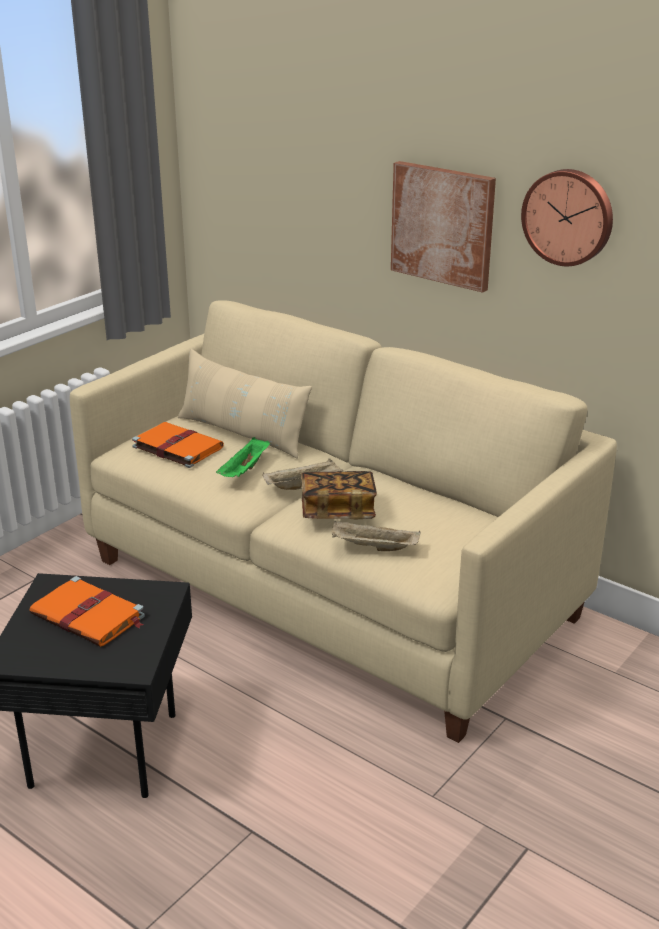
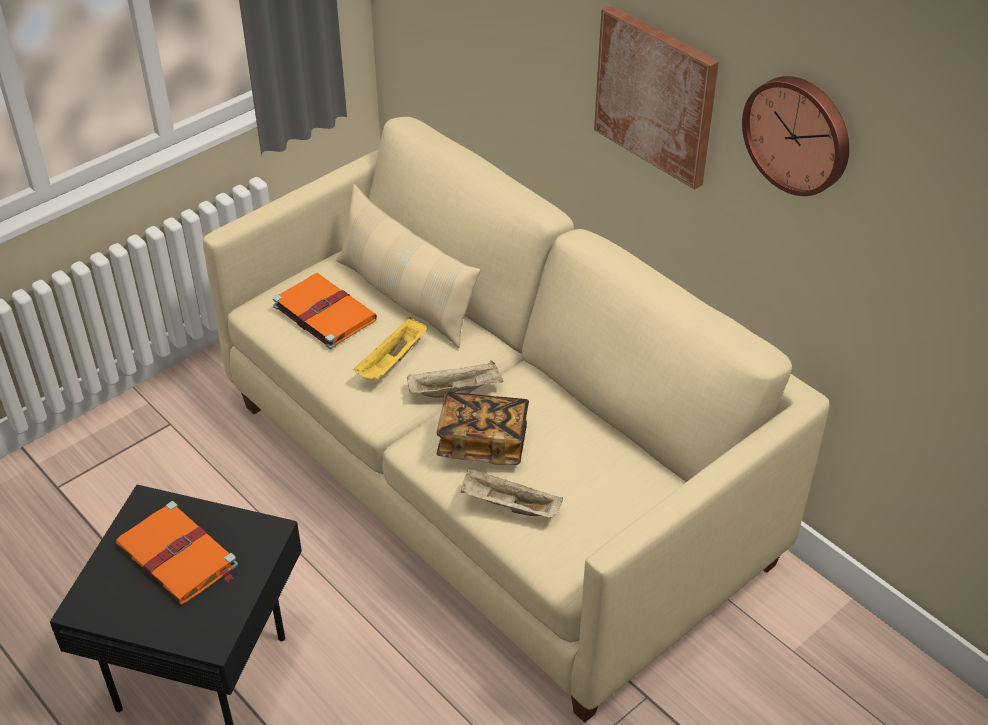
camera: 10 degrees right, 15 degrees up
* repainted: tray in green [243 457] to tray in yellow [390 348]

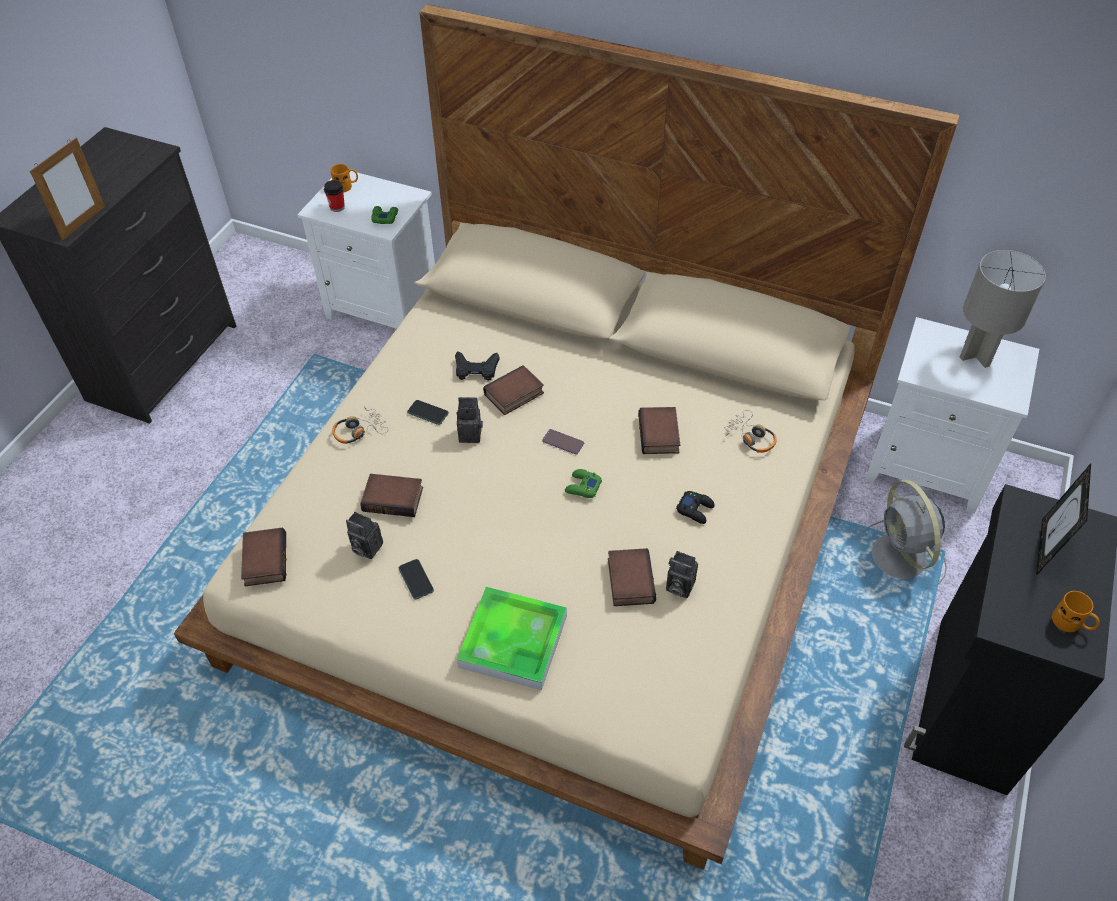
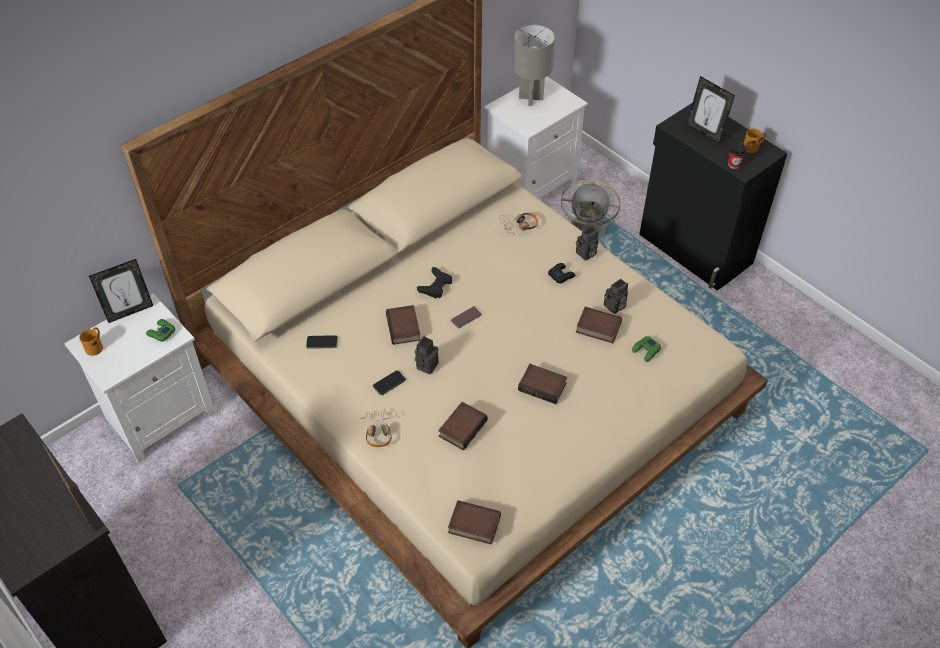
camera: 65 degrees left, 0 degrees up
* new: picture frame [121 291]
* shifted: phone [416 579] to [322 342]
* shifted: game controller in black [477 366] to [434 282]
* shifted: book [659 430] to [542 384]
* shifted: photo camera [364 535] to [587 243]
* shifted: game controller in green [583 483] to [646 349]
* shifted: cup [334 196] to [737 155]
* gone: tray [512 638]

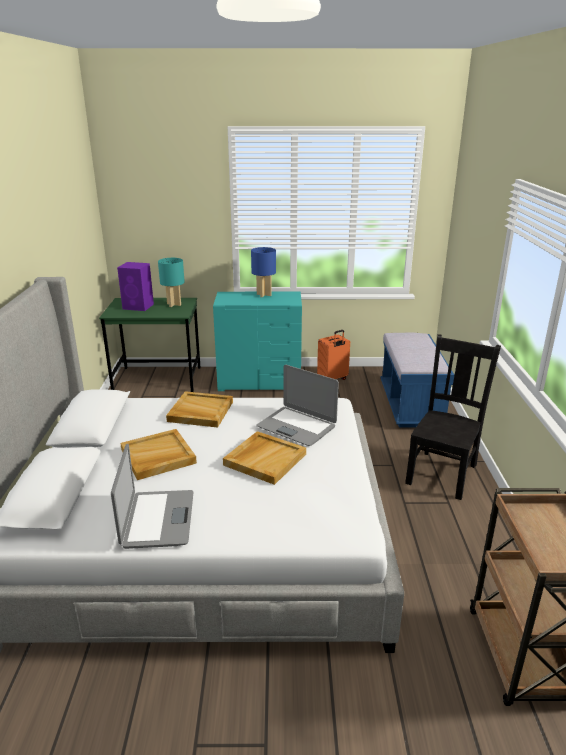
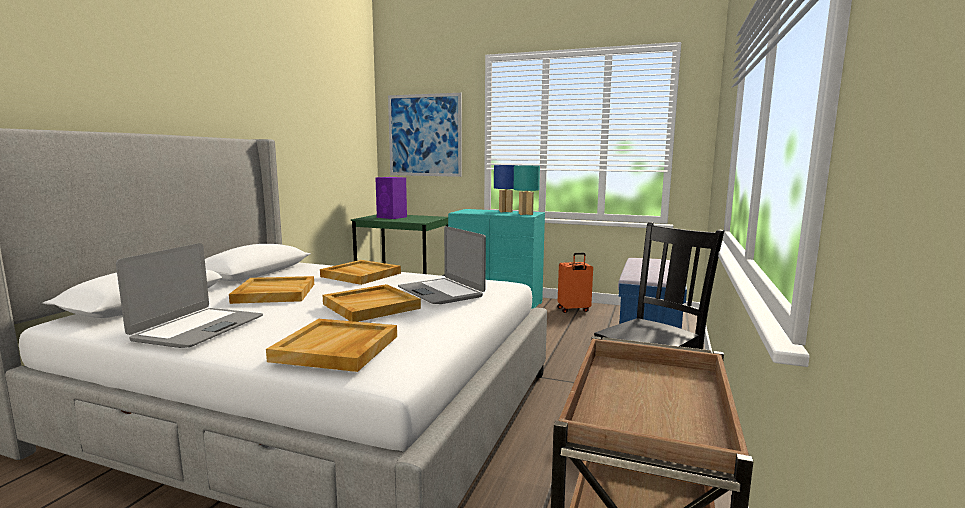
camera: 20 degrees right, 15 degrees down
* new: tray in beige [331 345]
* new: picture [425 135]
* shifted: table lamp in turquoise [171 282] to [526 190]

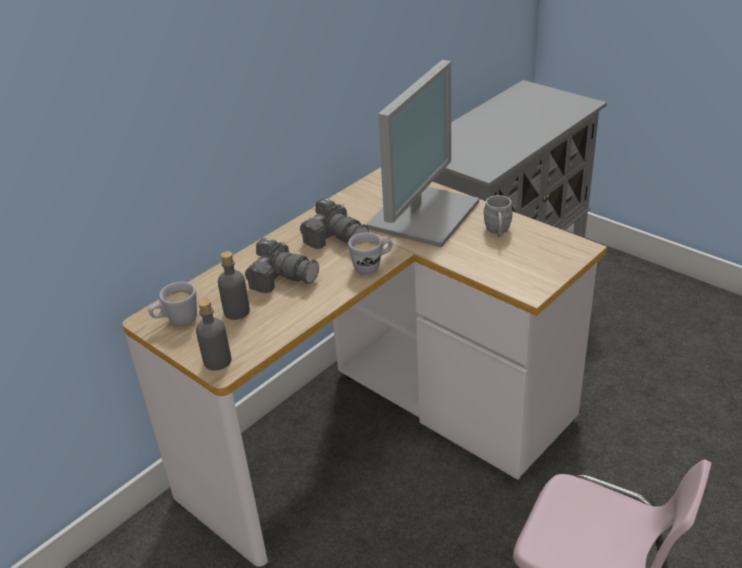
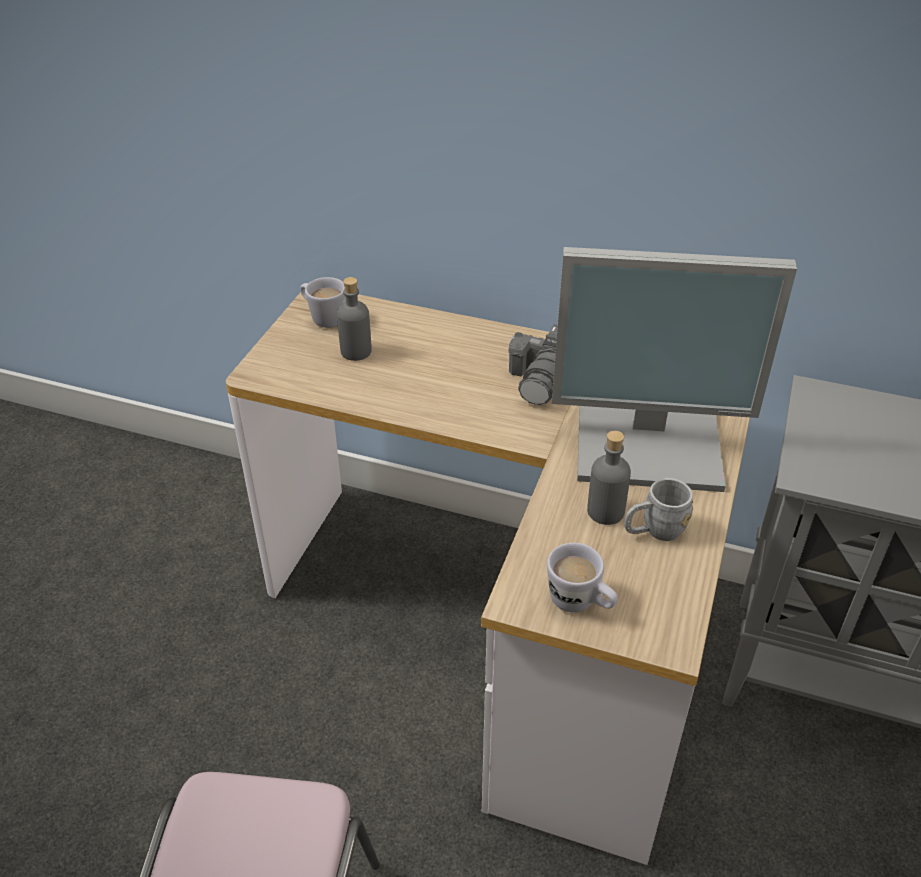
camera: 65 degrees right, 5 degrees up
* shifted: mug in white [370 253] to [582 578]
* shifted: bottle in grey [214 334] to [609 478]
* gone: photo camera [282 265]

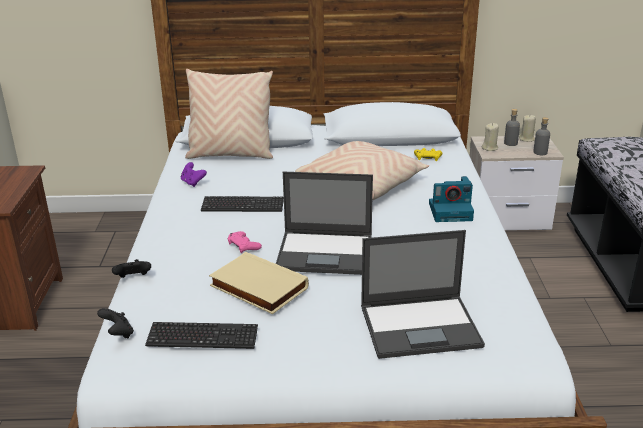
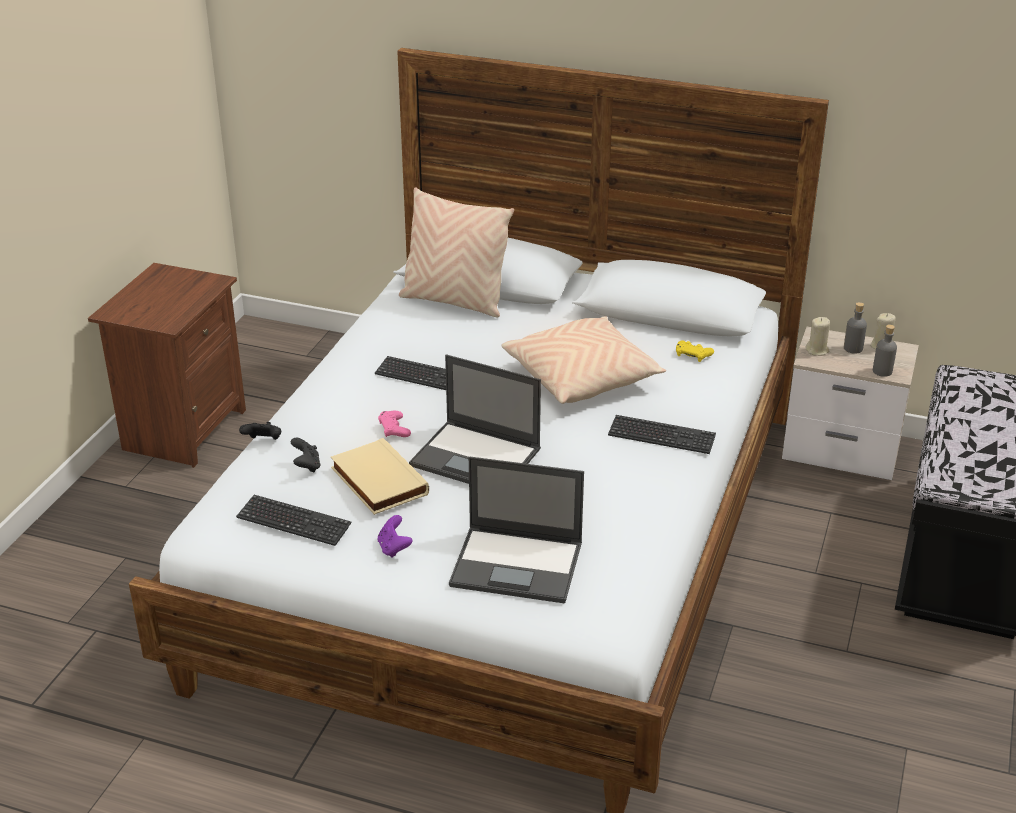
camera: 20 degrees right, 5 degrees up
* shifted: game controller in black [115 323] to [306 455]
* shifted: game controller in purple [194 174] to [394 536]
* swapped: photo camera [451 199] to keyboard [662 434]

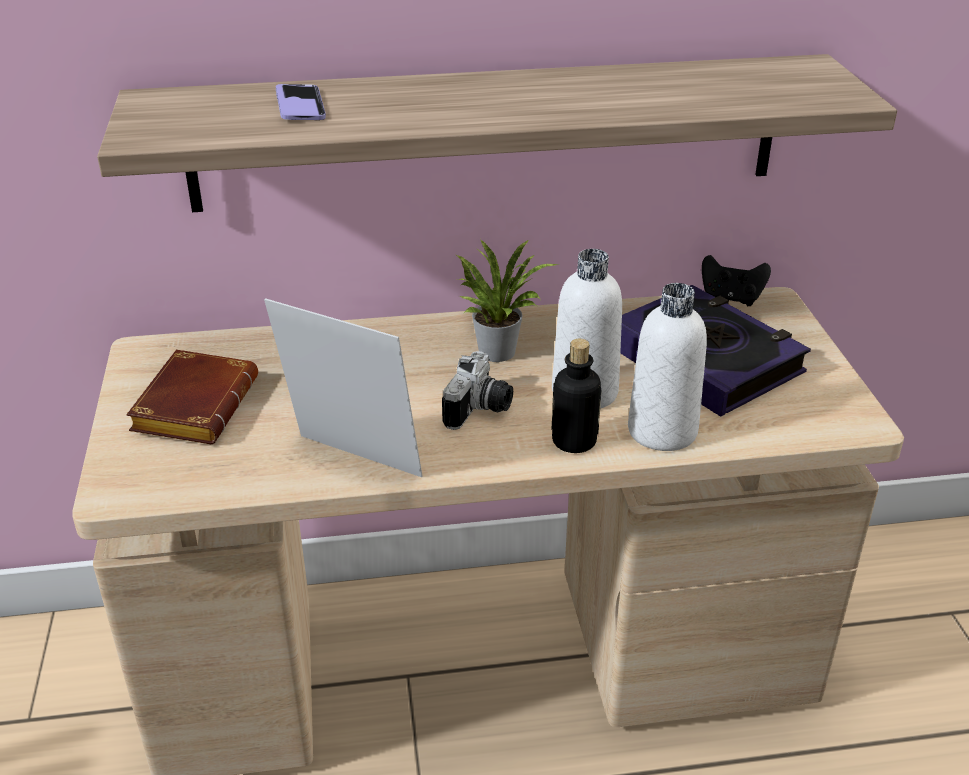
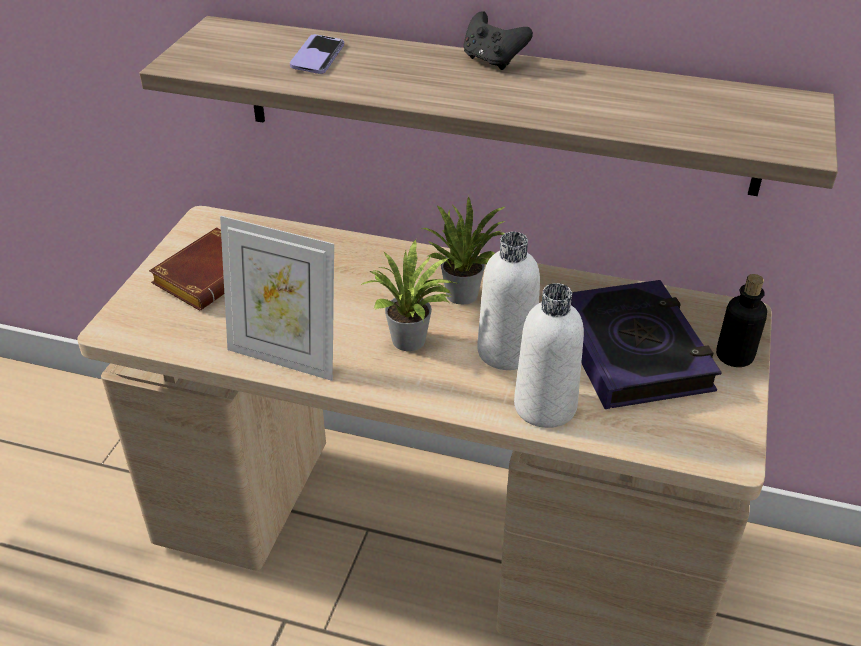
camera: 25 degrees right, 5 degrees up
* rotated: picture frame [343 387] = [277 298] 150 degrees clockwise
* swapped: photo camera [477 390] to potted plant [410 295]
* shifted: game controller in black [736 280] to [498 40]
* shifted: bottle [577 396] to [741 320]

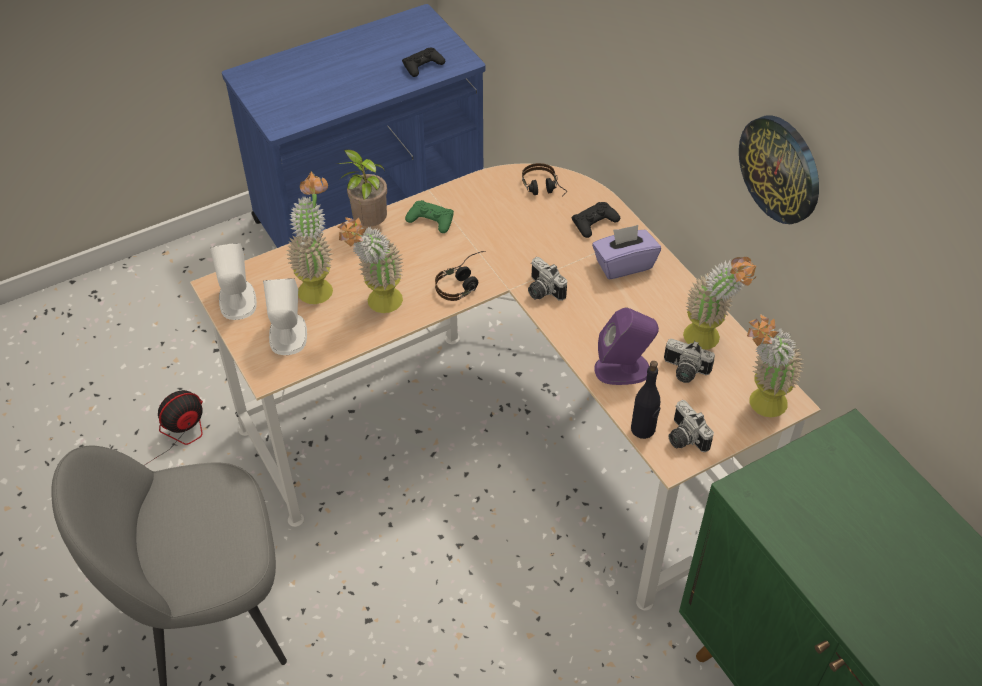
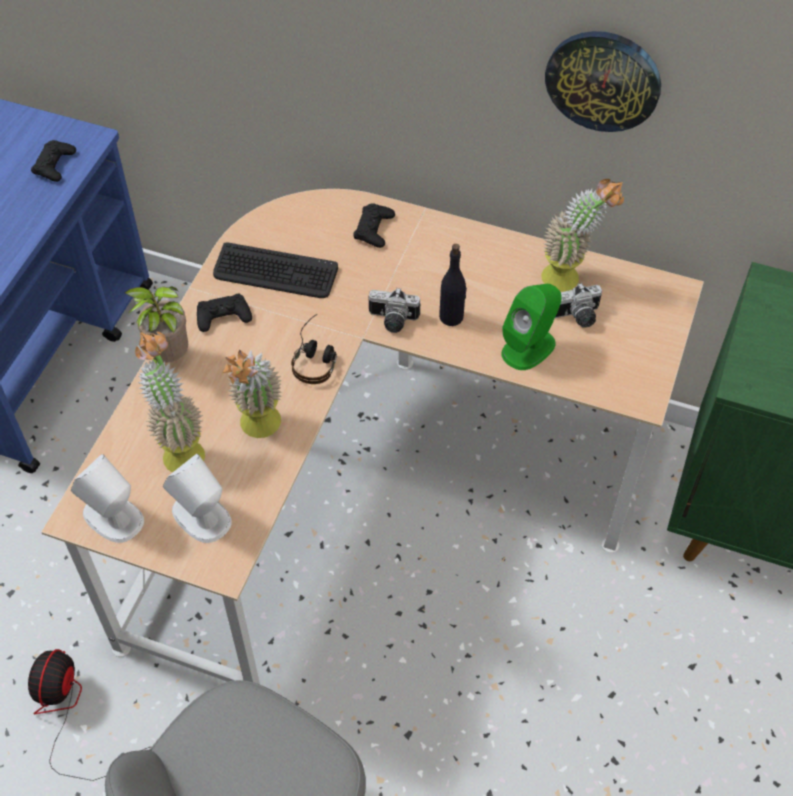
camera: 40 degrees left, 5 degrees up
* repainted: game controller in green [429 216] to game controller in black [224 313]
* new: keyboard [275 270]
* shifted: bottle in black [645 400] to [453 285]
* repainted: speaker in purple [626 346] to speaker in green [531 327]
* gone: headphones [544 180]
* gone: tissue box in purple [626 252]
* gone: photo camera [691 426]
* gone: potted plant [775 366]

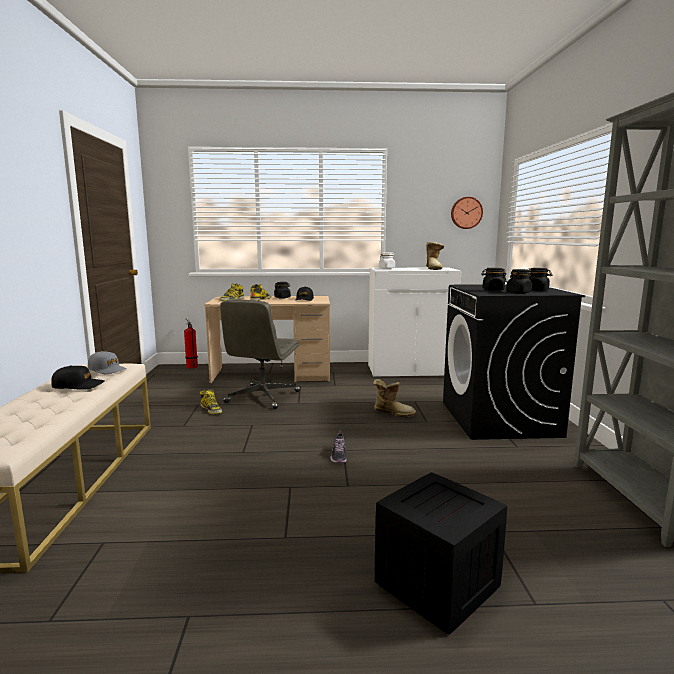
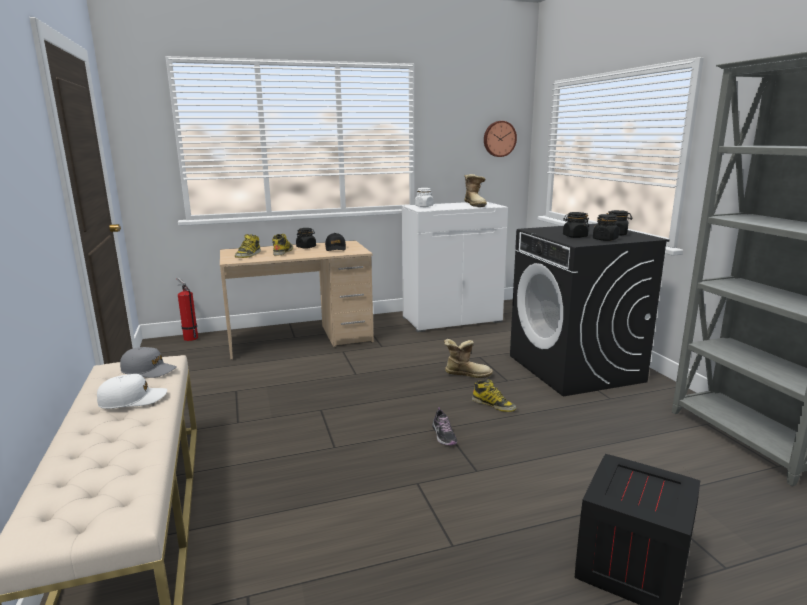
camera: 15 degrees left, 5 degrees up
* repainted: cap in black [78 378] to cap in white [132 391]
* shifted: boot [211 401] to [494 395]
* gone: office chair in grey [260 354]

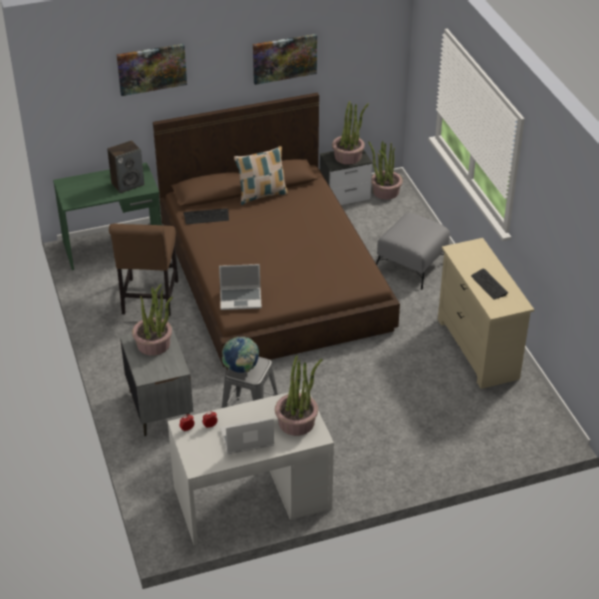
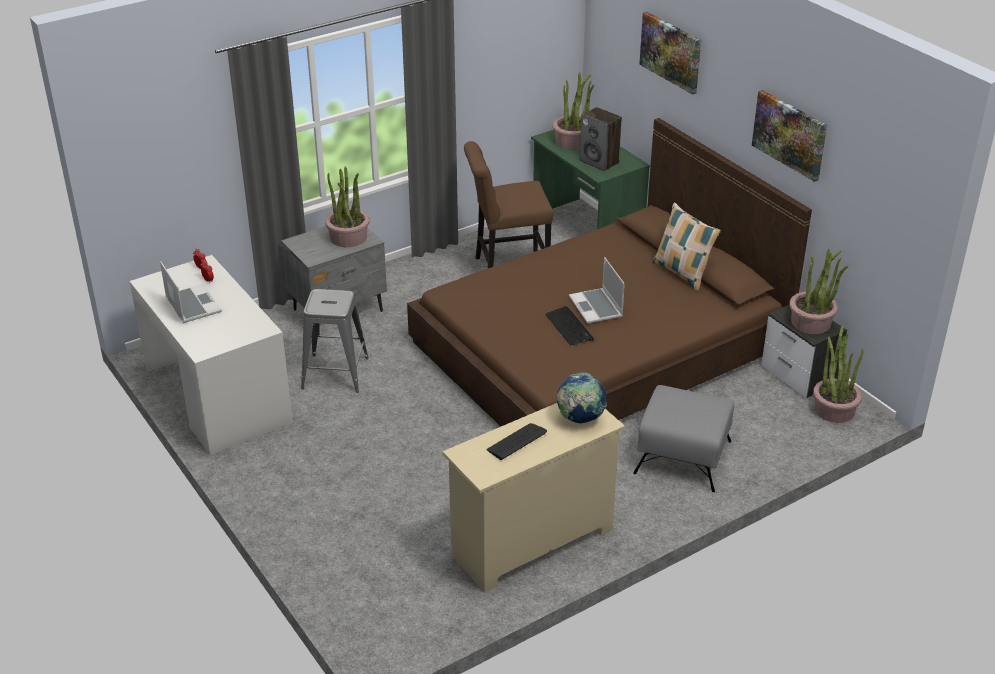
camera: 75 degrees right, 5 degrees down
* shifted: keyboard [206 216] to [569 326]
* shifted: potted plant [299 395] to [573 111]
* shifted: globe [240 355] to [582 398]
* shifted: laptop [240 287] to [597 290]

